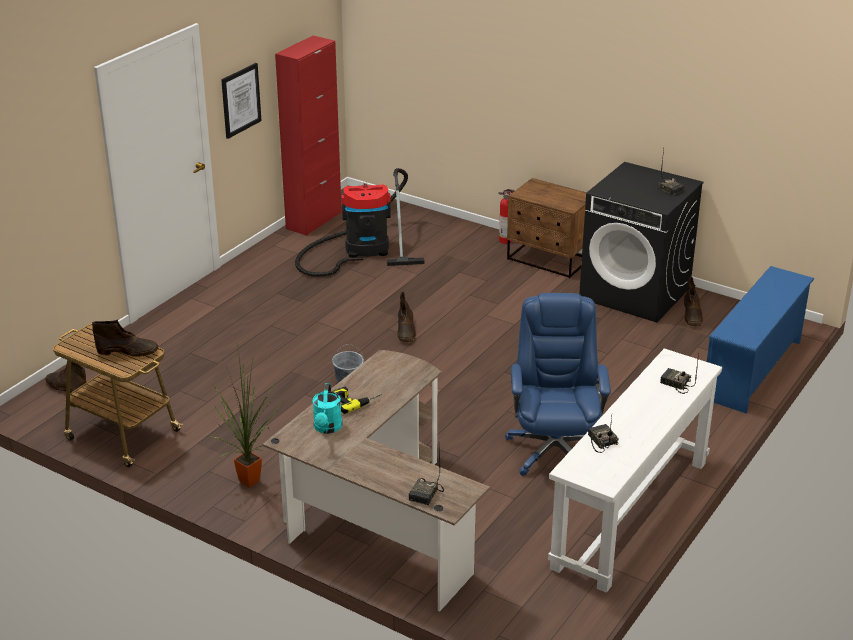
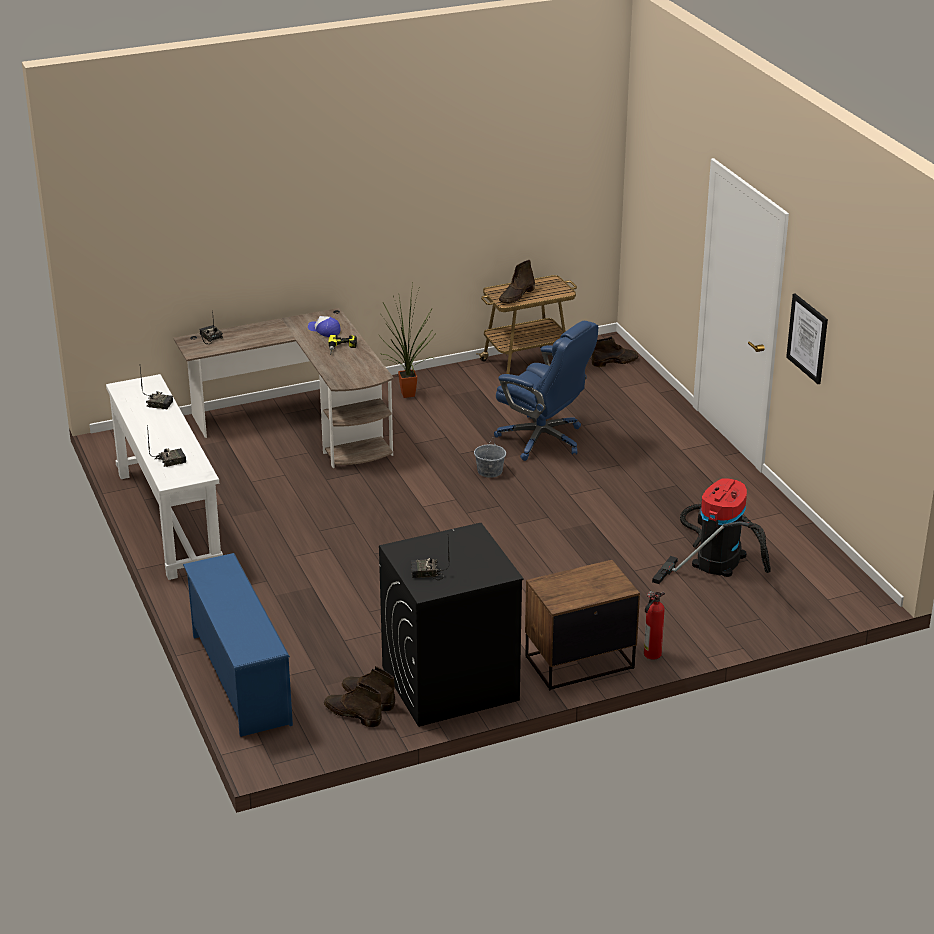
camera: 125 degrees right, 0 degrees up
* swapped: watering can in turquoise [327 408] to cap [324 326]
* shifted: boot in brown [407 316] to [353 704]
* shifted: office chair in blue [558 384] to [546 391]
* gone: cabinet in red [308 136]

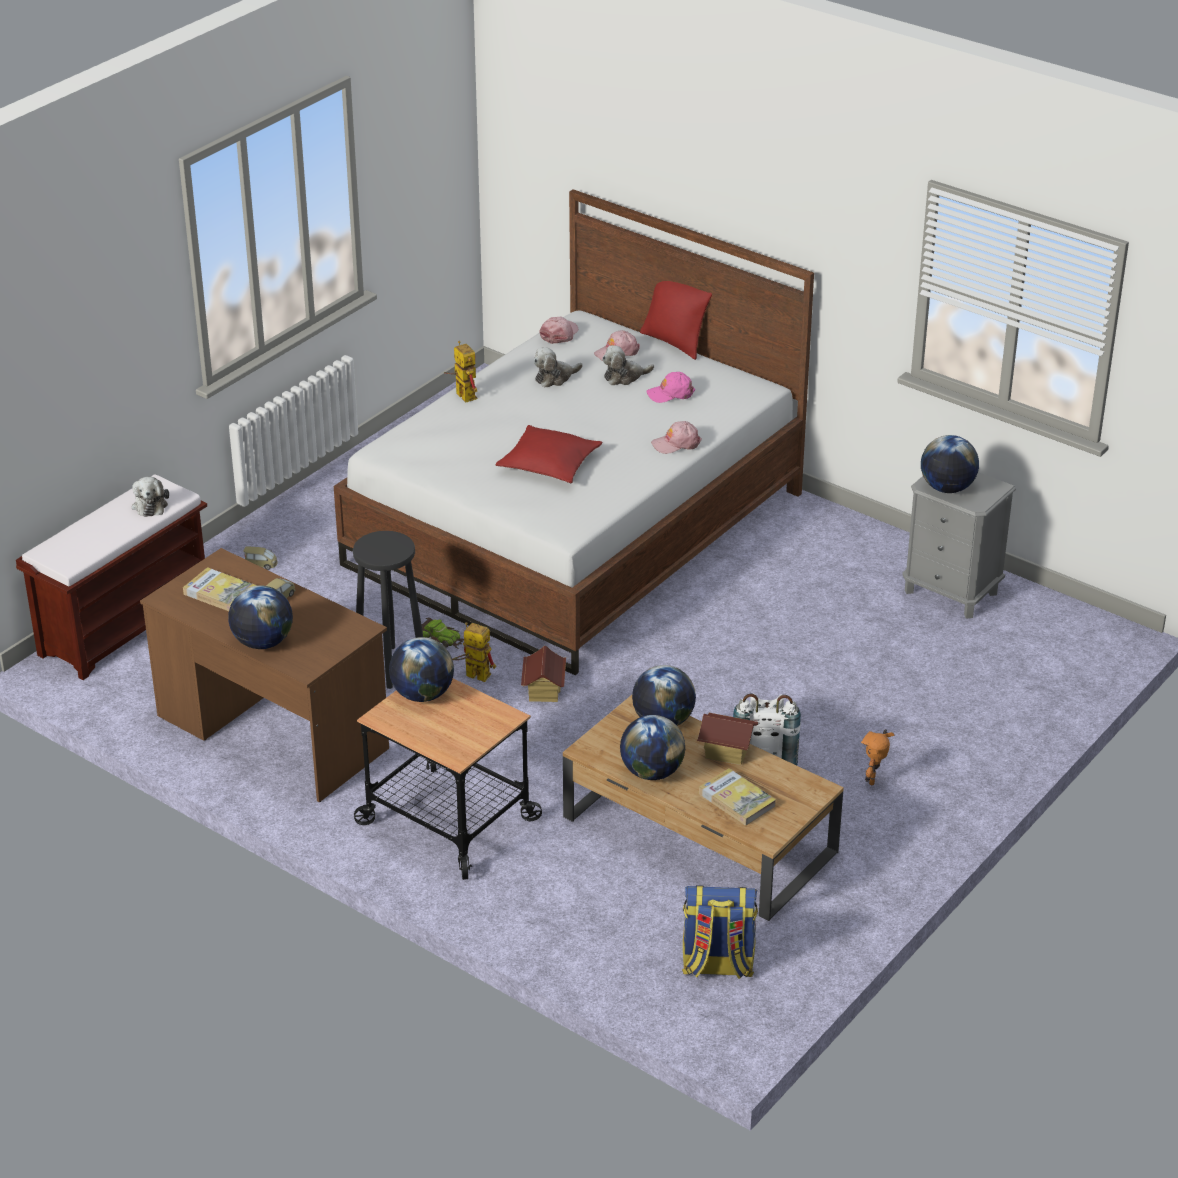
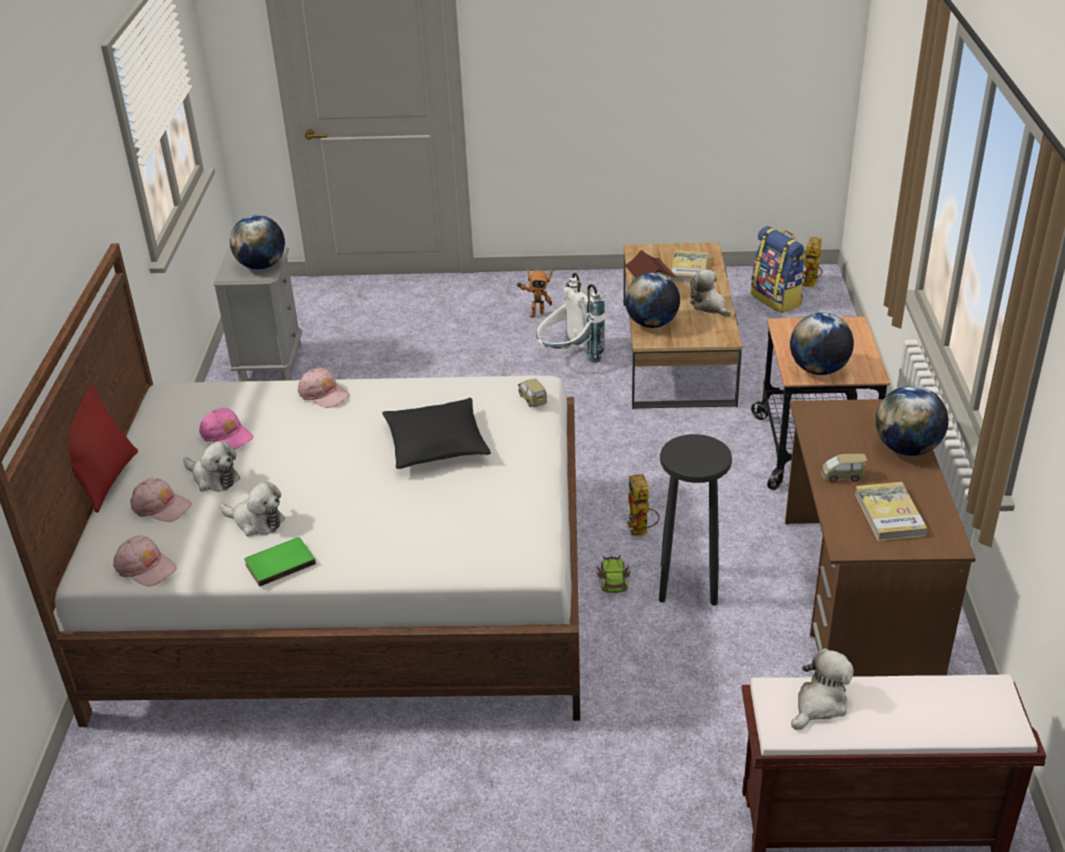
camera: 125 degrees left, 0 degrees up
* rotated: cap in pink [558 330] = [145 560] 135 degrees counterclockwise
* new: book in green [280 562]
* repainted: pillow in red [549 454] to pillow in black [436 433]
* shifted: toy car [261 558] to [532 393]
* swapped: globe [652 747] to plush toy [710 293]
* shifted: toy robot [461 372] to [812 262]
* gone: toy house [543 674]

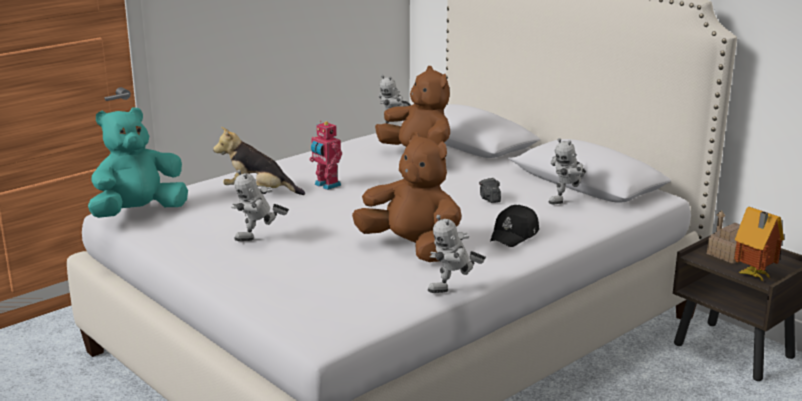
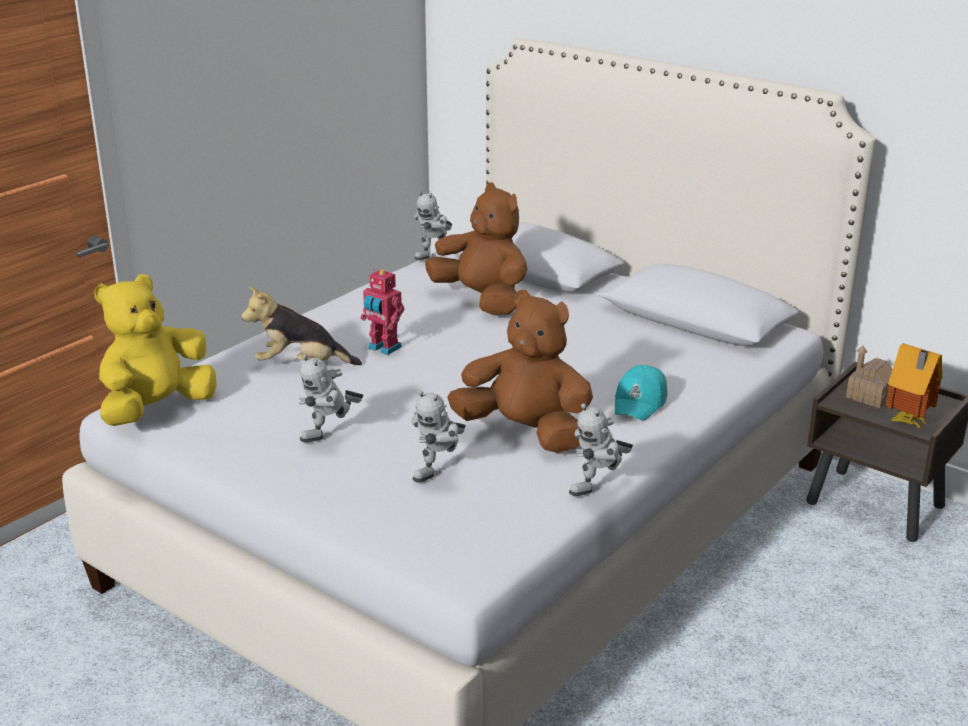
camera: 10 degrees left, 5 degrees up
* repainted: plush toy in turquoise [138 162] to plush toy in yellow [155 350]
* shifted: toy robot [567 171] to [438 436]
* repainted: cap in black [514 226] to cap in turquoise [641 393]
* gone: photo camera [490 190]

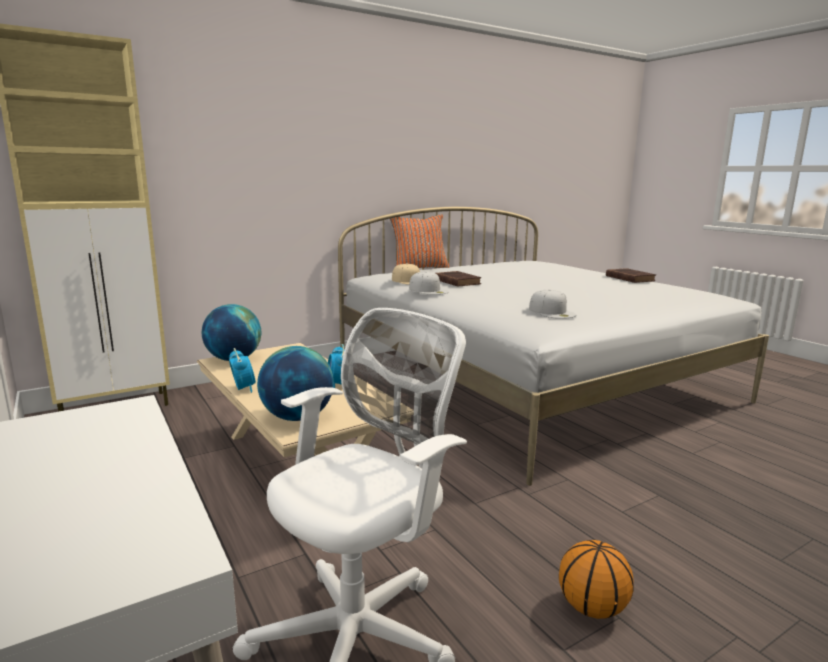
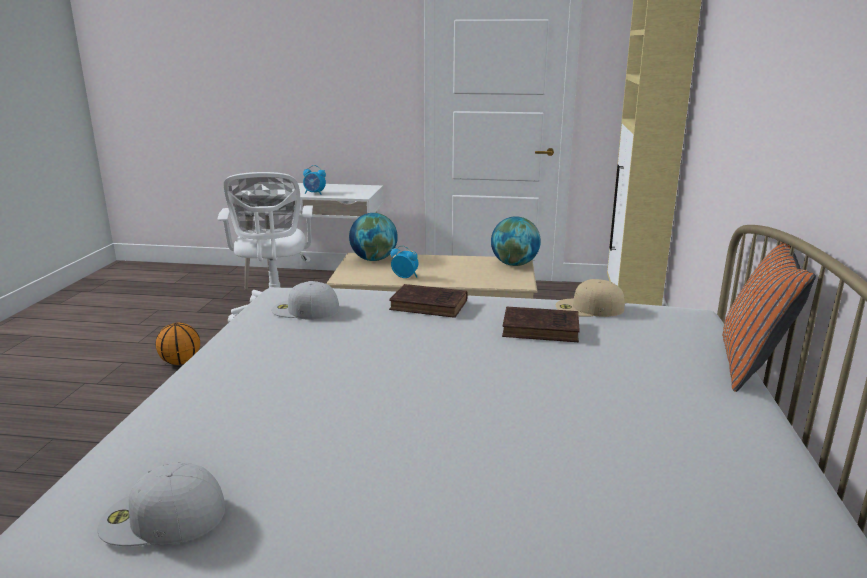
camera: 130 degrees right, 5 degrees up
* shifted: cap in white [429 283] to [161 504]
* shifted: alarm clock [242 370] to [314 180]
* shifted: book in brown [631 275] to [428 301]

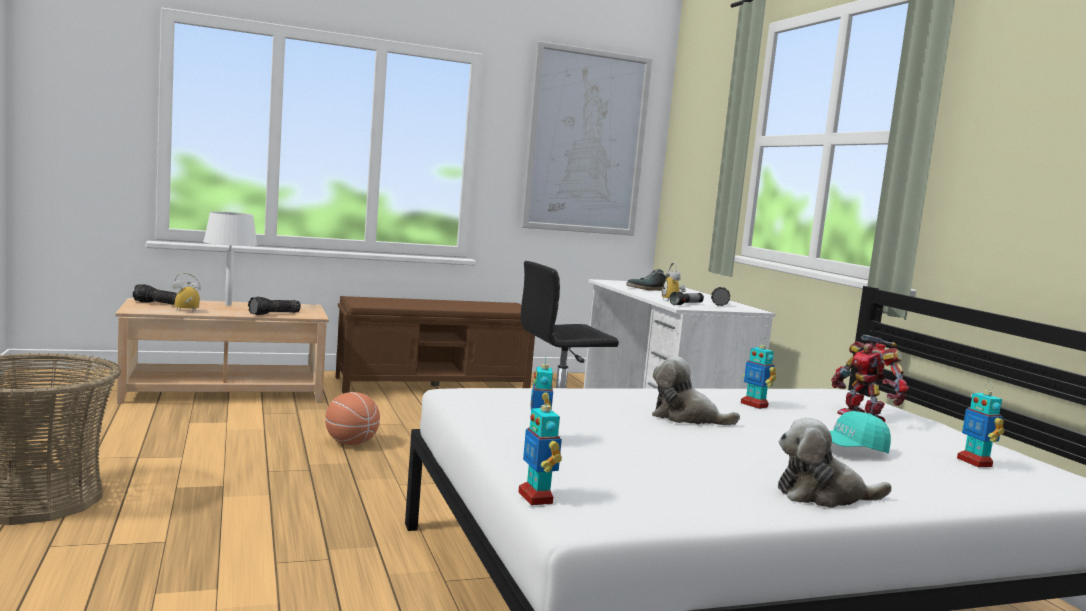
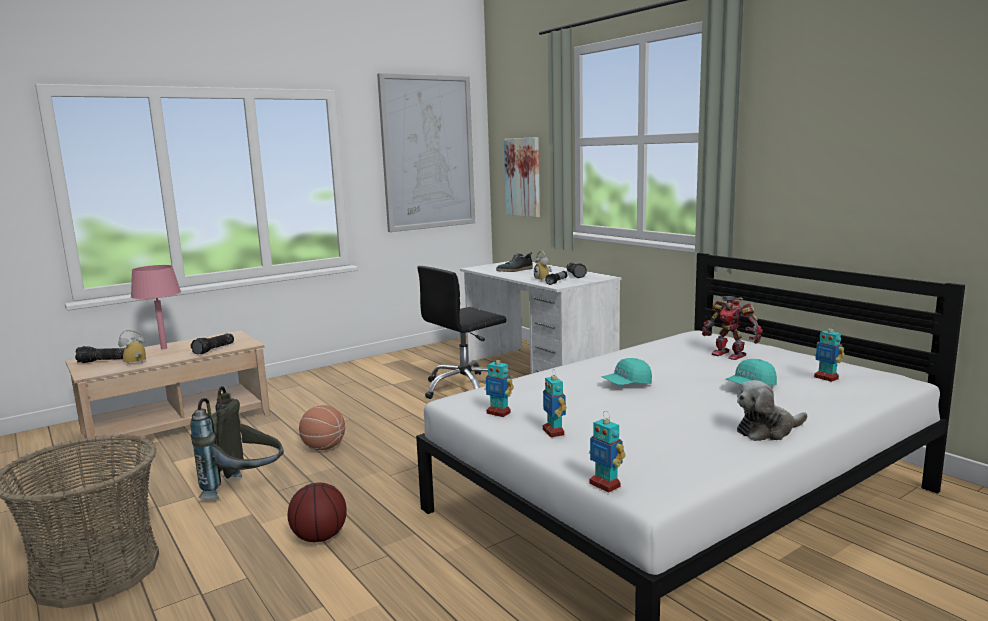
camera: 15 degrees left, 5 degrees up
* repainted: table lamp in white [230 259] to table lamp in pink [156 307]
* new: backpack in grey [237 442]
* new: basketball [317 512]
* shifted: toy robot [759 373] to [499 385]
* new: picture [522 177]
* swapped: plush toy [696 390] to cap in turquoise [627 371]
* gone: bench in brown [435 345]

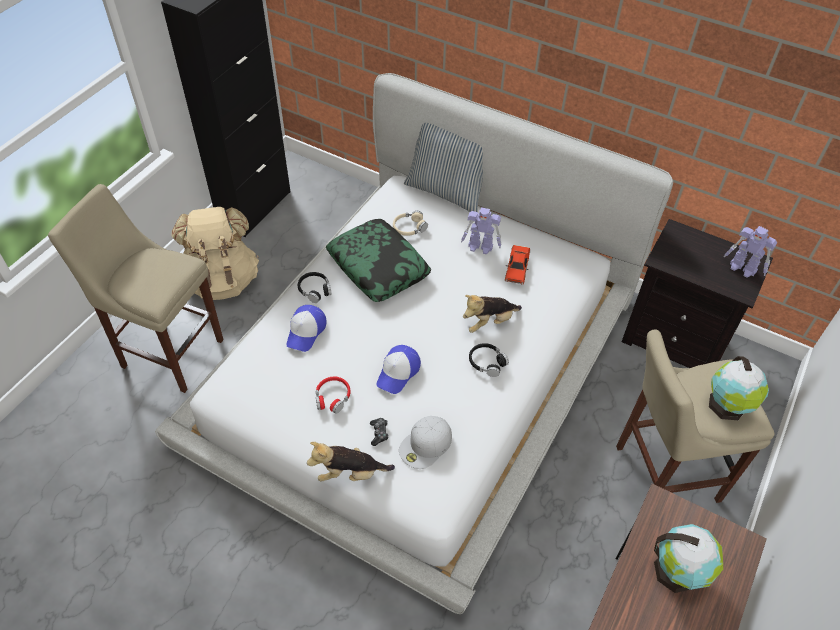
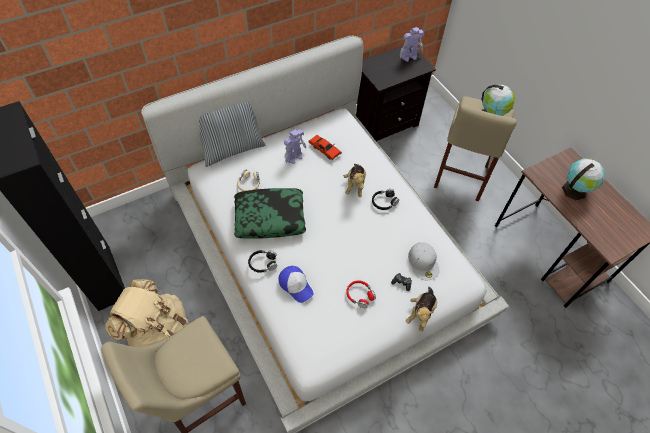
camera: 60 degrees left, 5 degrees up
* gone: cap [399 369]

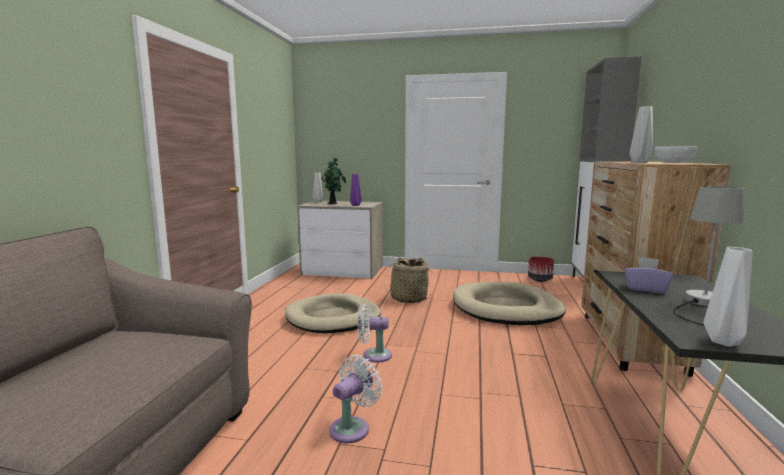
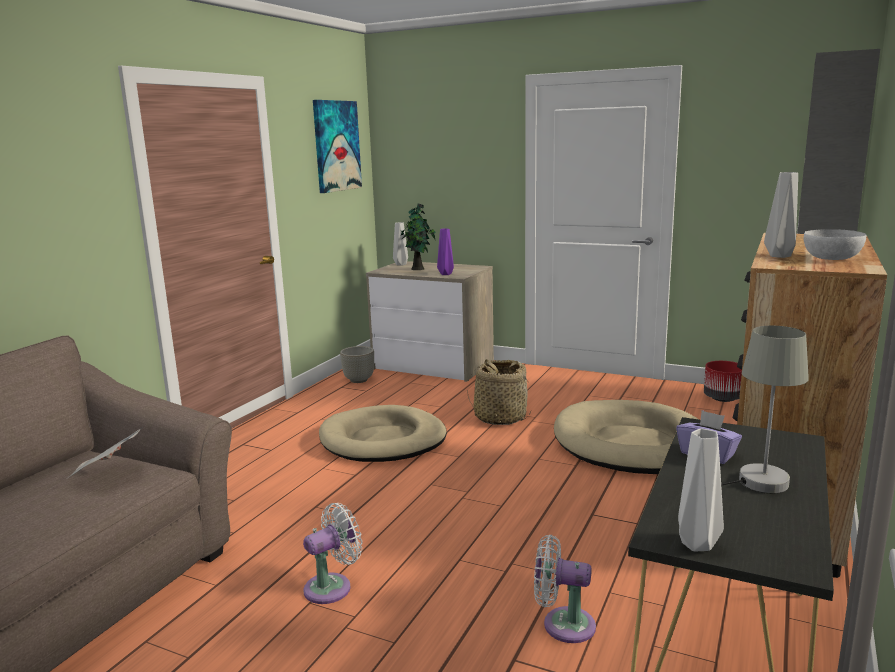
camera: 15 degrees right, 5 degrees up
* new: newspaper [105 452]
* new: picture [337 146]
* new: planter in grey [357 364]
* shifted: fan in white [375 333] to [565 589]

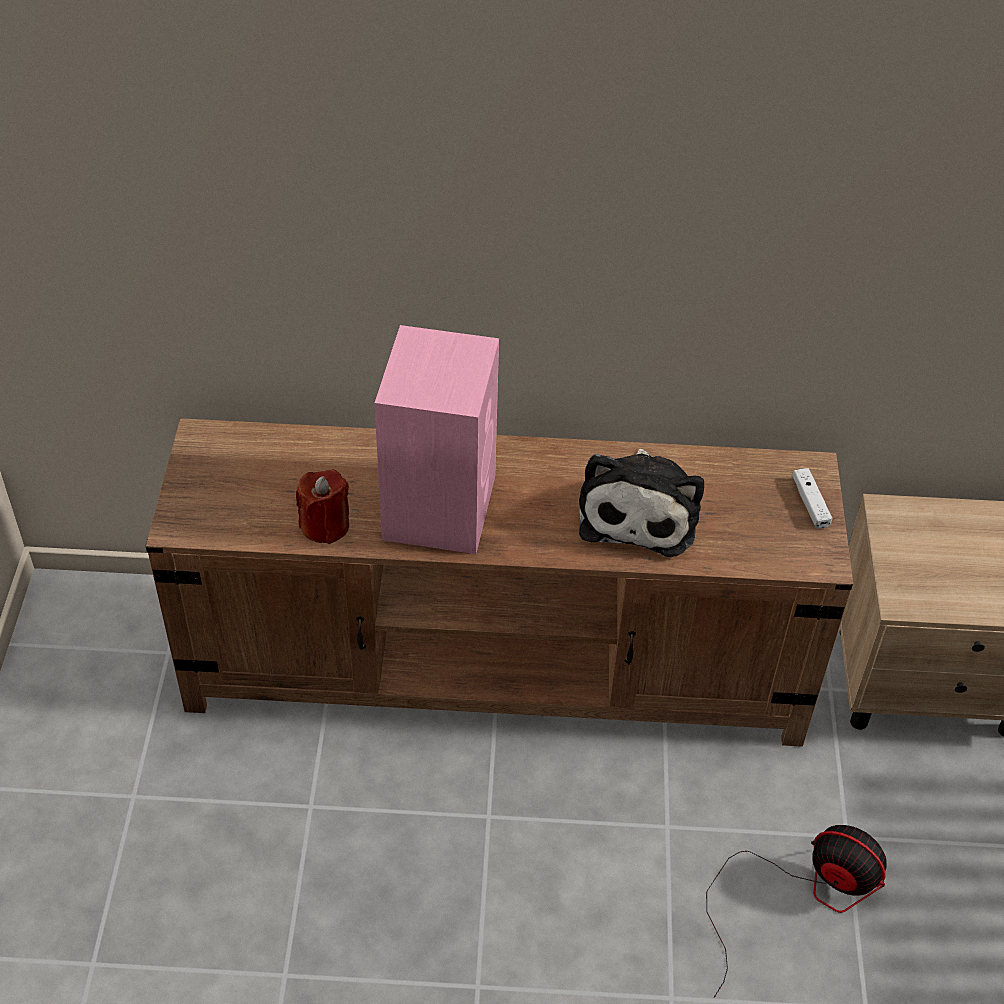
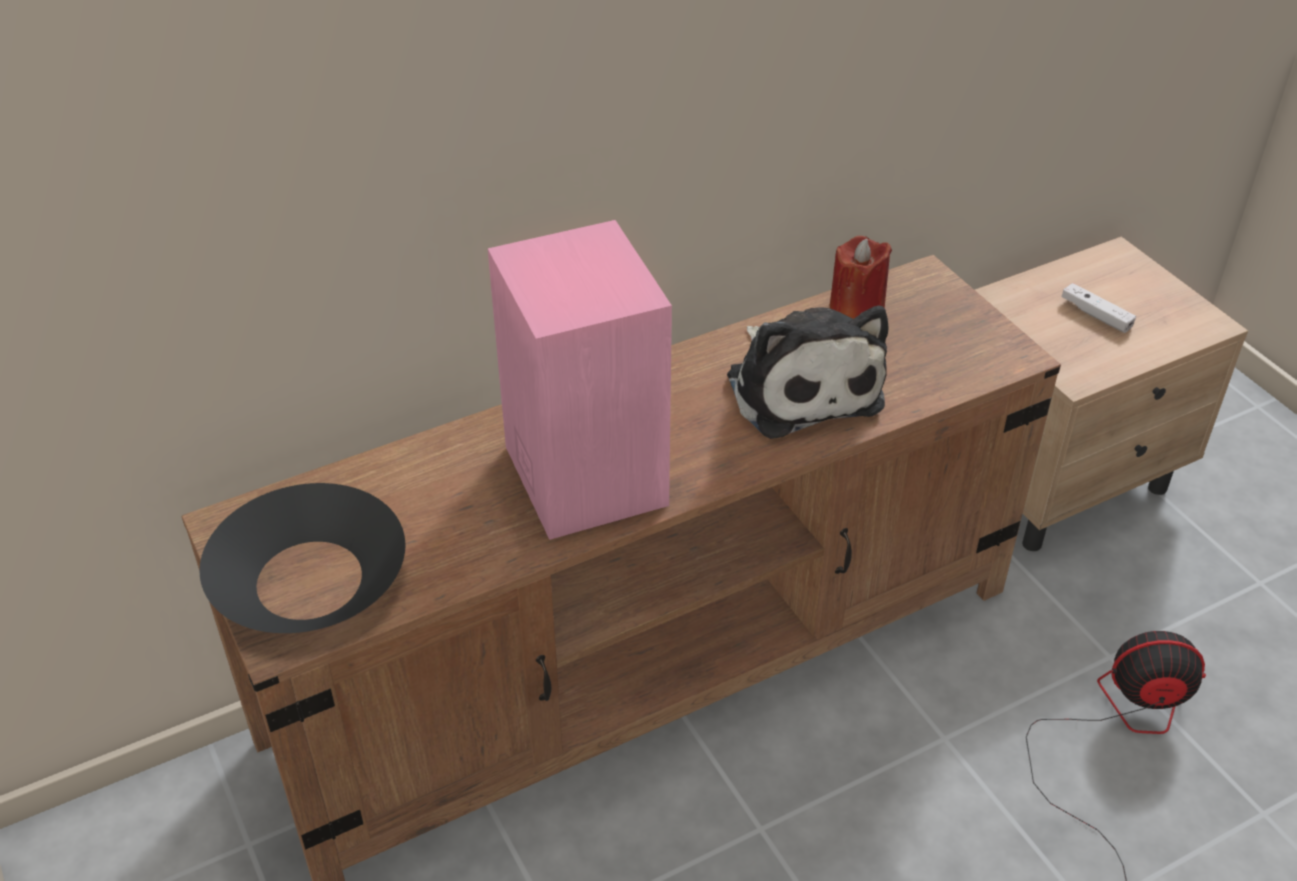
camera: 30 degrees left, 5 degrees down
* new: bowl in black [302 558]
* shifted: candle in red [322 506] to [860 277]
* shifted: game controller in white [812 498] to [1099 308]

